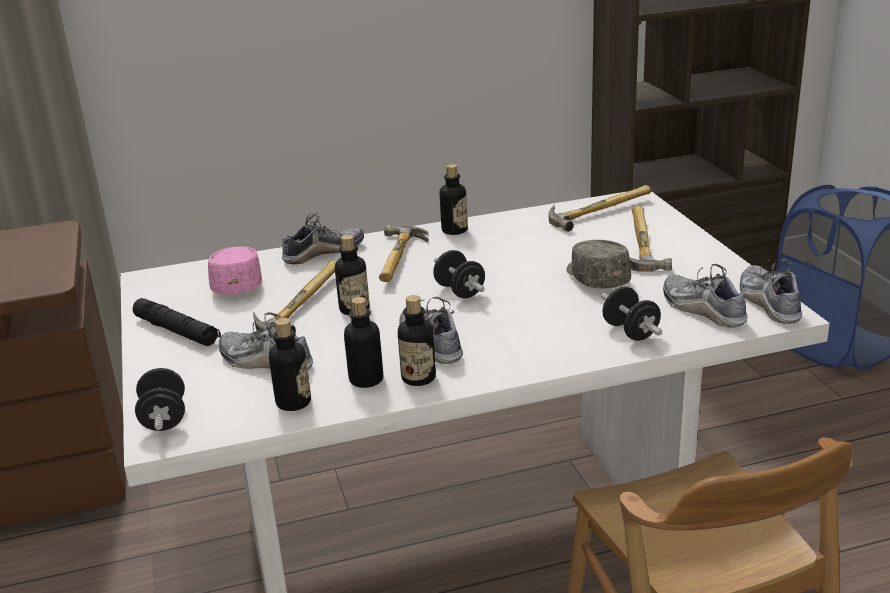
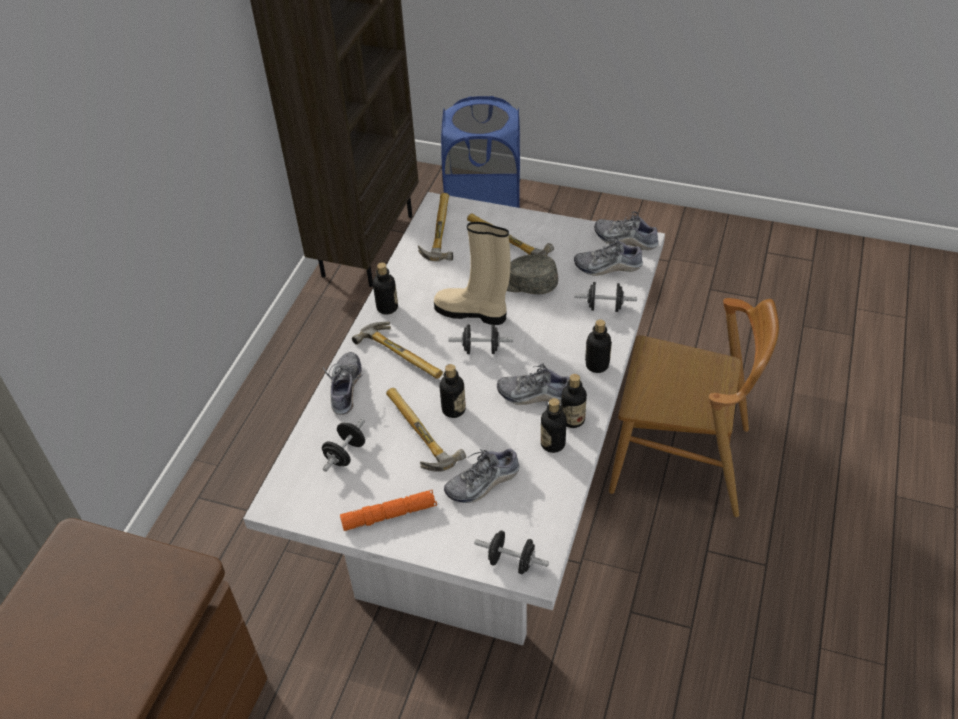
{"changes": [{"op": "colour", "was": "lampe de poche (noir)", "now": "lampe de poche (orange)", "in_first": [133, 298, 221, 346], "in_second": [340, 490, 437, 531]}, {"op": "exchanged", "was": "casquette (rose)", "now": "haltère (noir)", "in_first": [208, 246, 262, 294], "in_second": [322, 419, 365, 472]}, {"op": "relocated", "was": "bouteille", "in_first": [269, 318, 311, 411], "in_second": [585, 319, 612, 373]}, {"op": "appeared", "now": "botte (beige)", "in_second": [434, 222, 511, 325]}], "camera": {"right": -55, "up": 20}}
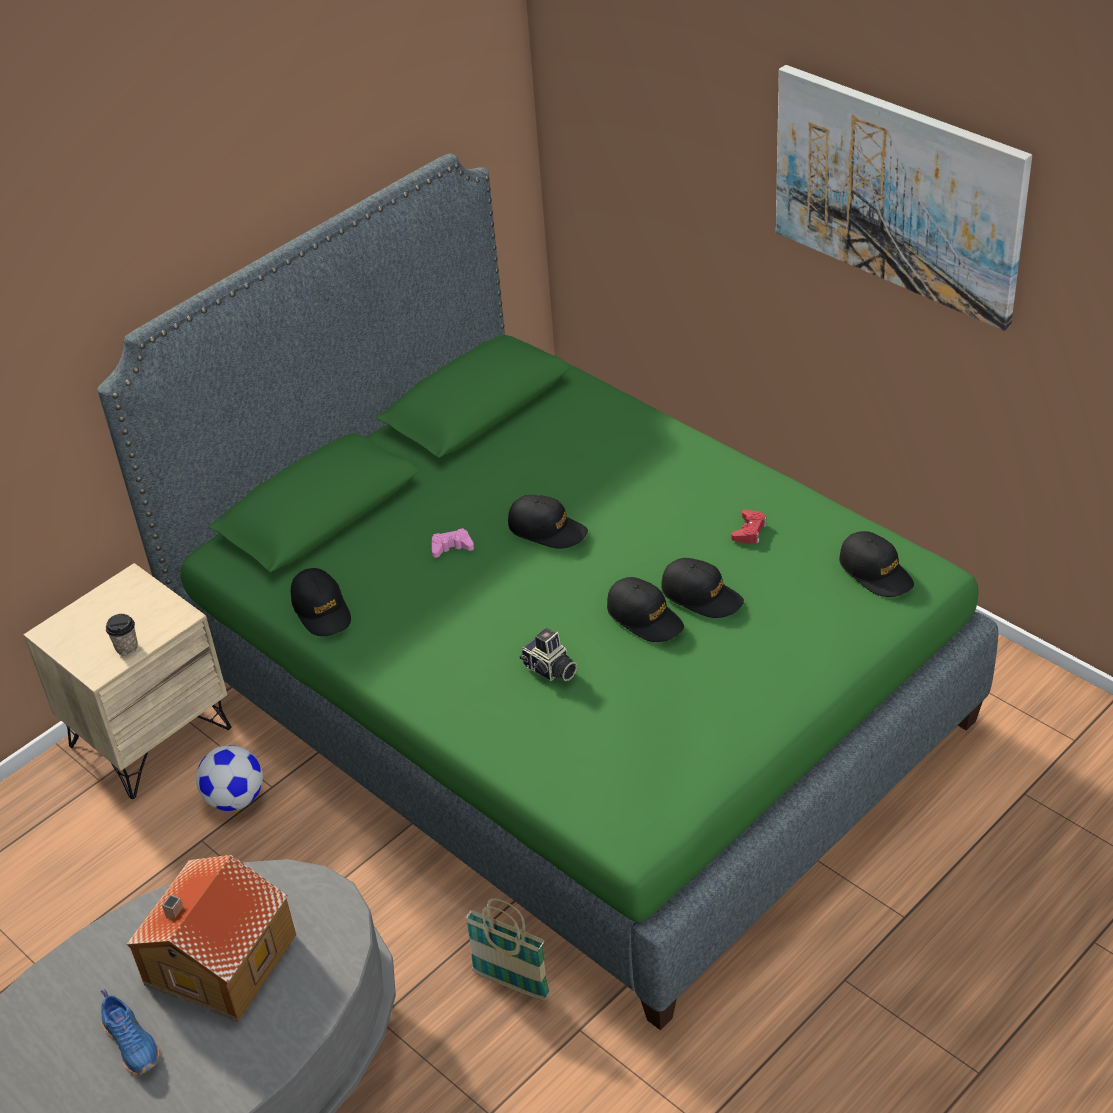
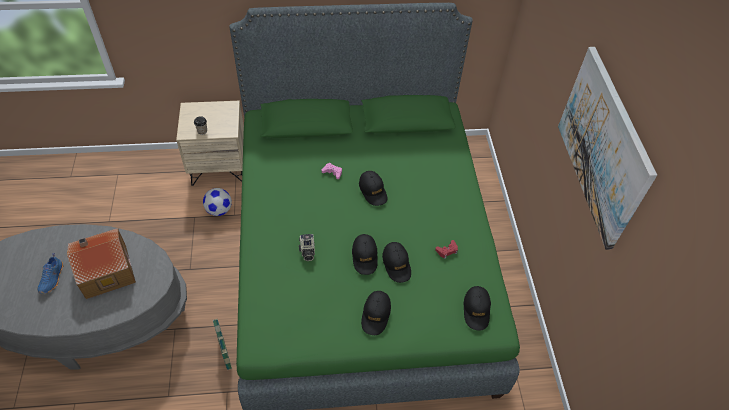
{"changes": [{"op": "relocated", "was": "casquette (noir)", "in_first": [291, 568, 351, 636], "in_second": [361, 291, 391, 335]}], "camera": {"right": 35, "up": 10}}
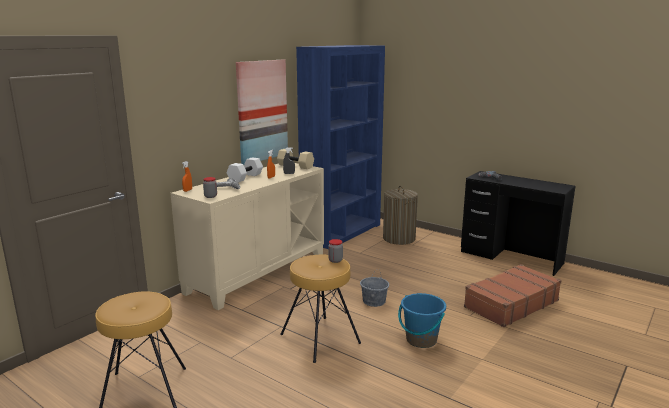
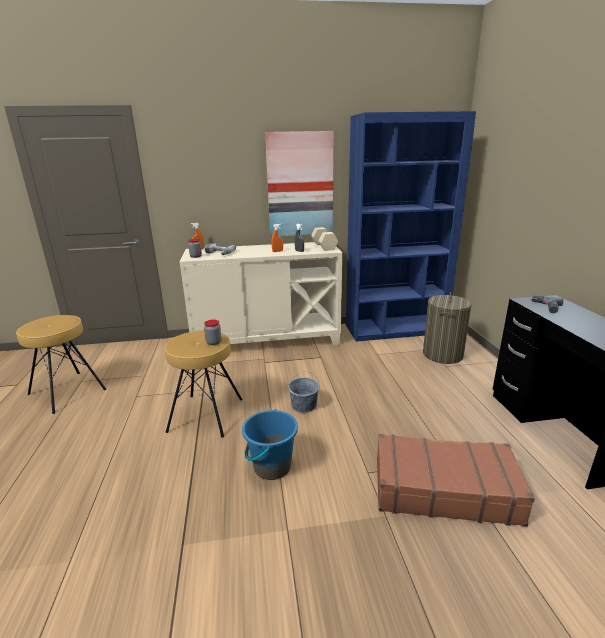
{"changes": [{"op": "missing", "was": "haltère (blanc)", "in_first": [227, 157, 263, 183]}], "camera": {"right": 45, "up": 5}}
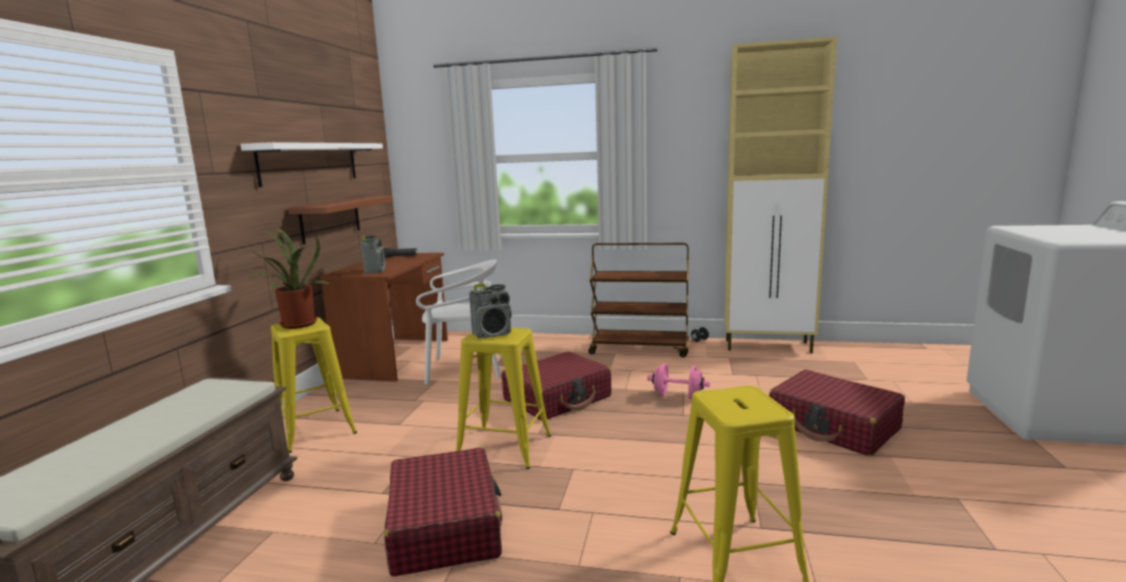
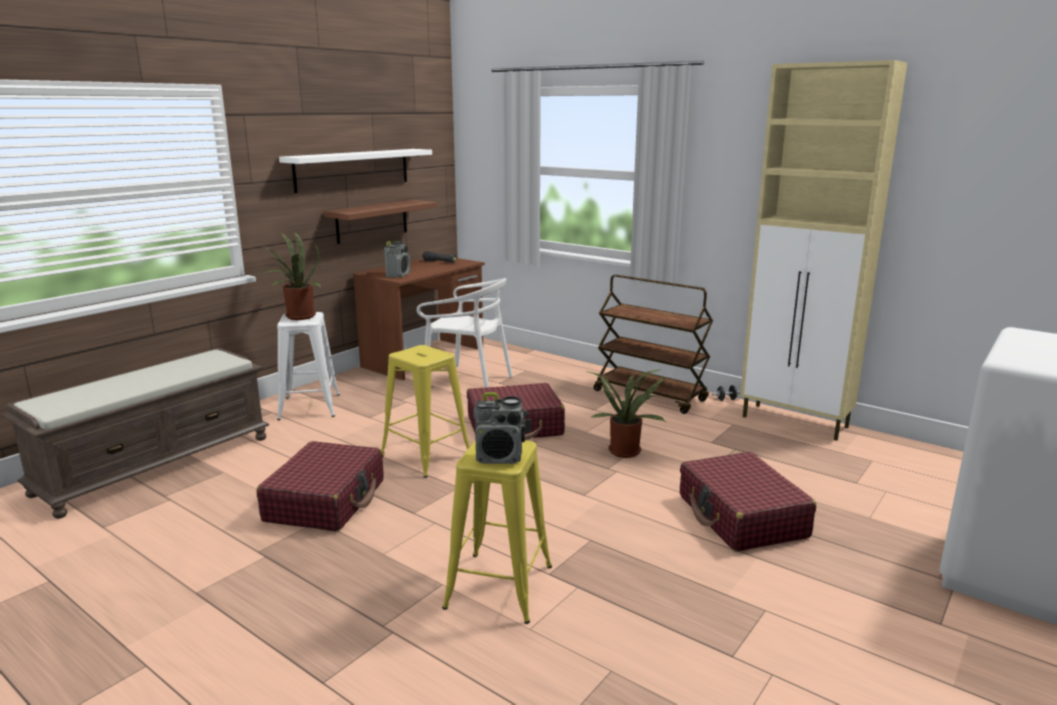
{"changes": [{"op": "colour", "was": "tabouret (jaune)", "now": "tabouret (blanc)", "in_first": [271, 317, 357, 453], "in_second": [277, 312, 340, 420]}, {"op": "relocated", "was": "radio", "in_first": [469, 283, 511, 338], "in_second": [473, 392, 525, 464]}, {"op": "exchanged", "was": "haltère (rose)", "now": "plante en pot", "in_first": [647, 363, 710, 399], "in_second": [585, 370, 667, 458]}], "camera": {"right": 25, "up": 5}}
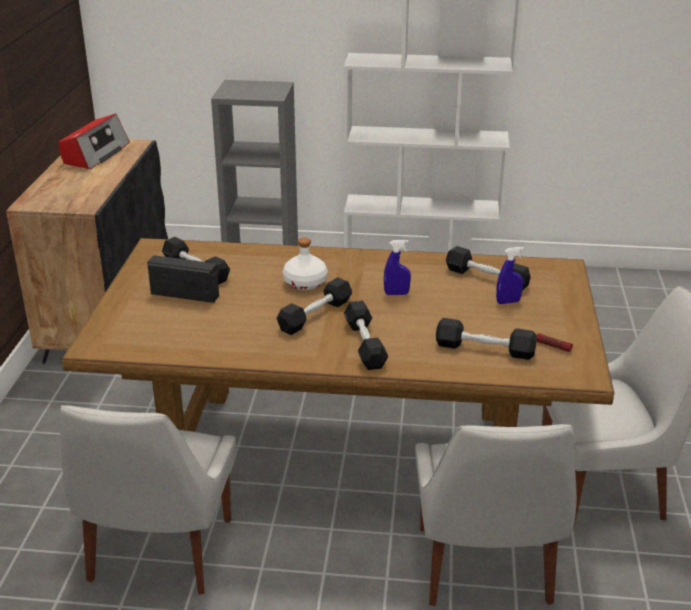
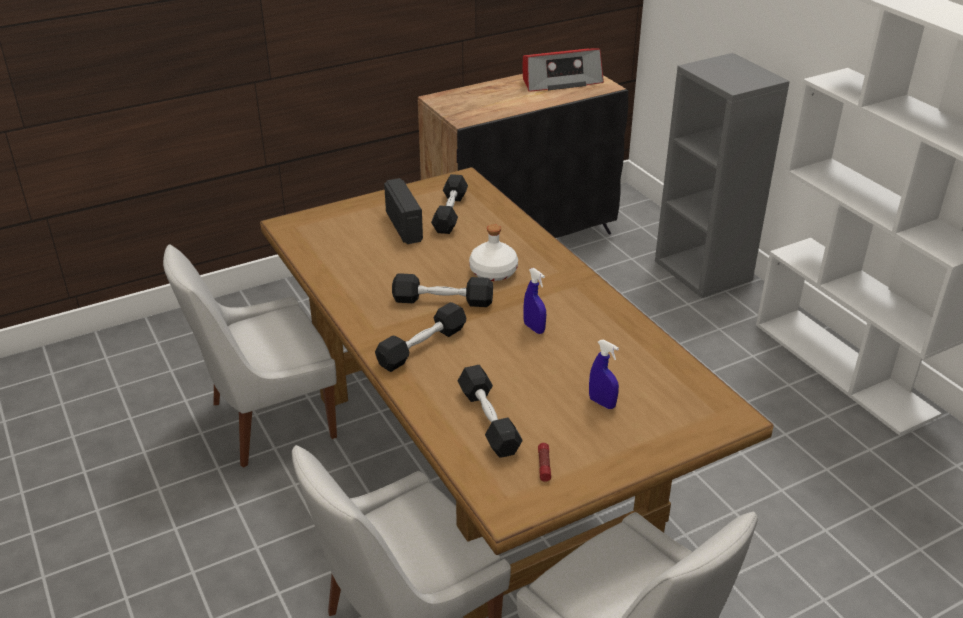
{"changes": [{"op": "missing", "was": "haltère (noir)", "in_first": [446, 246, 531, 291]}], "camera": {"right": 55, "up": 5}}
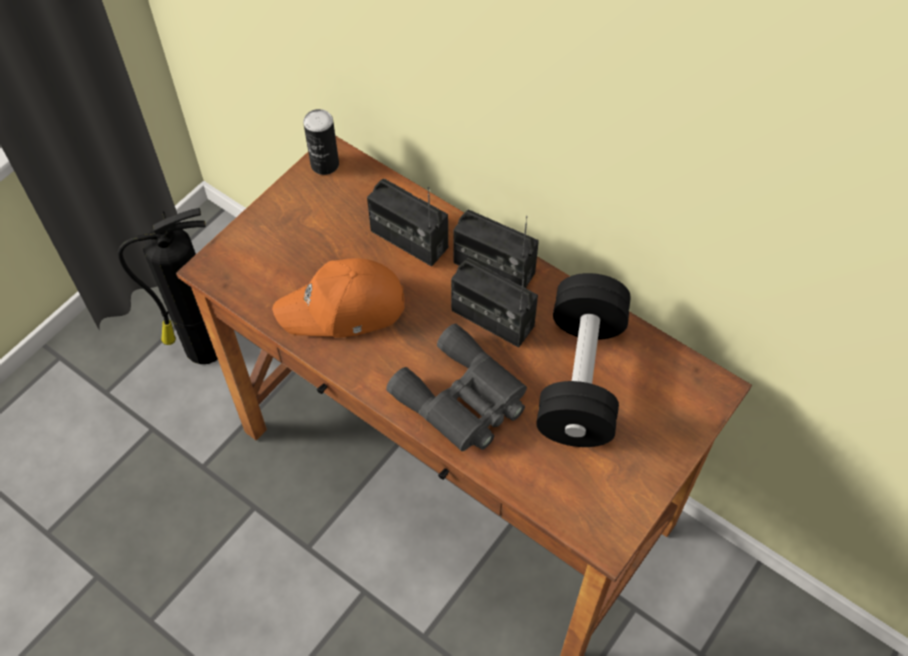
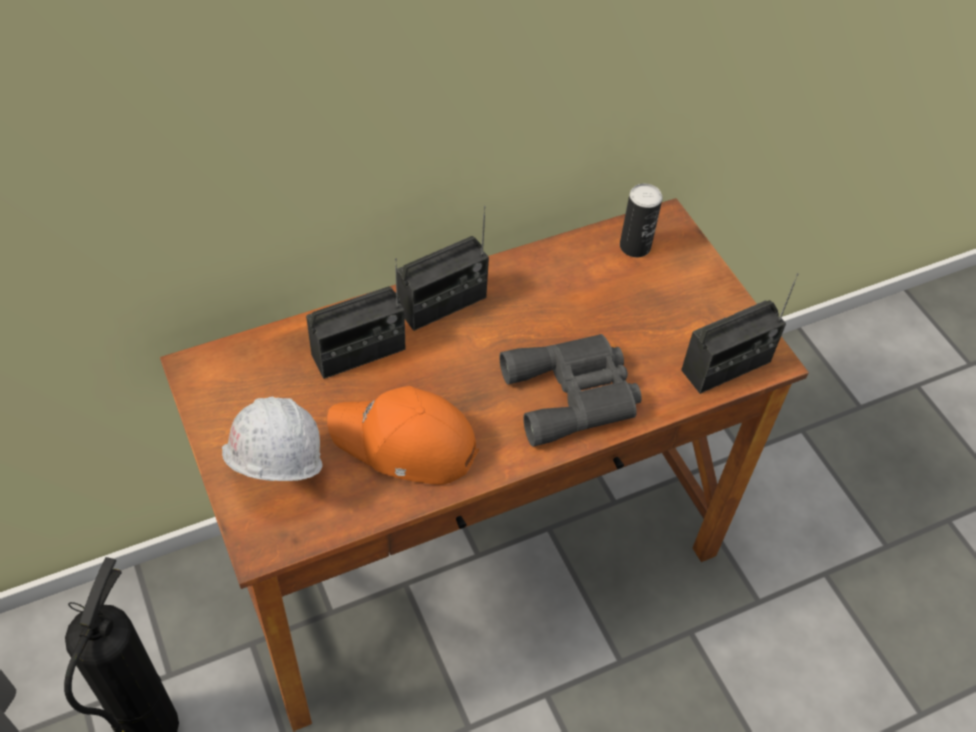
{"changes": [{"op": "spun", "was": "casquette (orange)", "in_first": [272, 258, 404, 338], "in_second": [327, 386, 479, 485], "clockwise": 90}, {"op": "relocated", "was": "boîte métallique", "in_first": [303, 109, 339, 175], "in_second": [620, 183, 663, 257]}, {"op": "relocated", "was": "radio", "in_first": [451, 258, 538, 348], "in_second": [681, 273, 798, 394]}, {"op": "missing", "was": "haltère (noir)", "in_first": [536, 273, 631, 447]}, {"op": "appeared", "now": "casque de chantier (blanc)", "in_second": [222, 397, 323, 481]}], "camera": {"right": -65, "up": -5}}
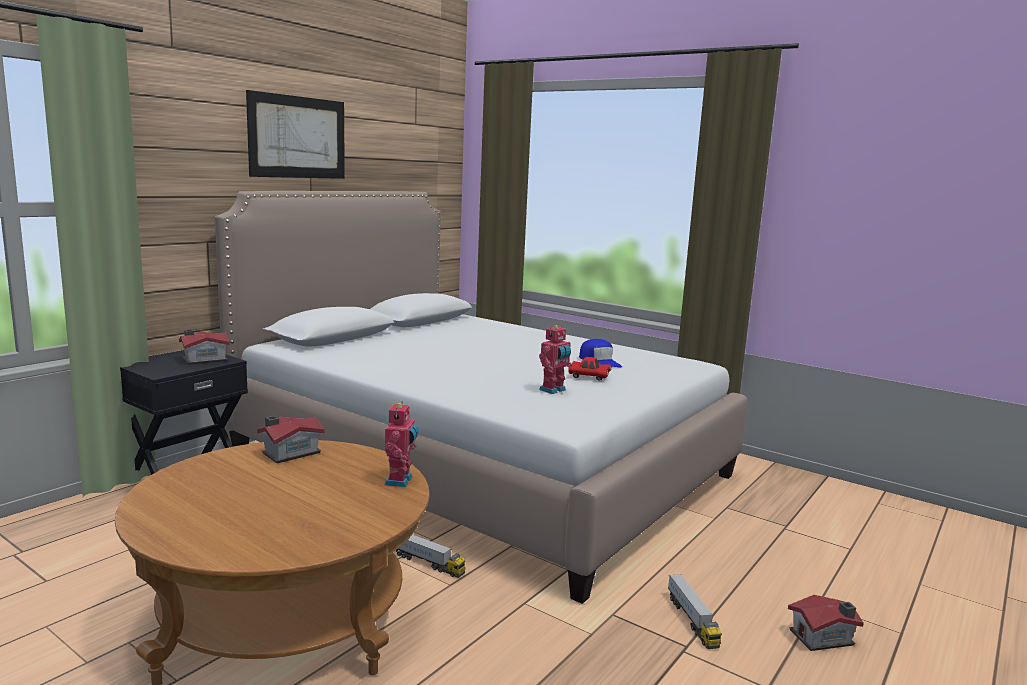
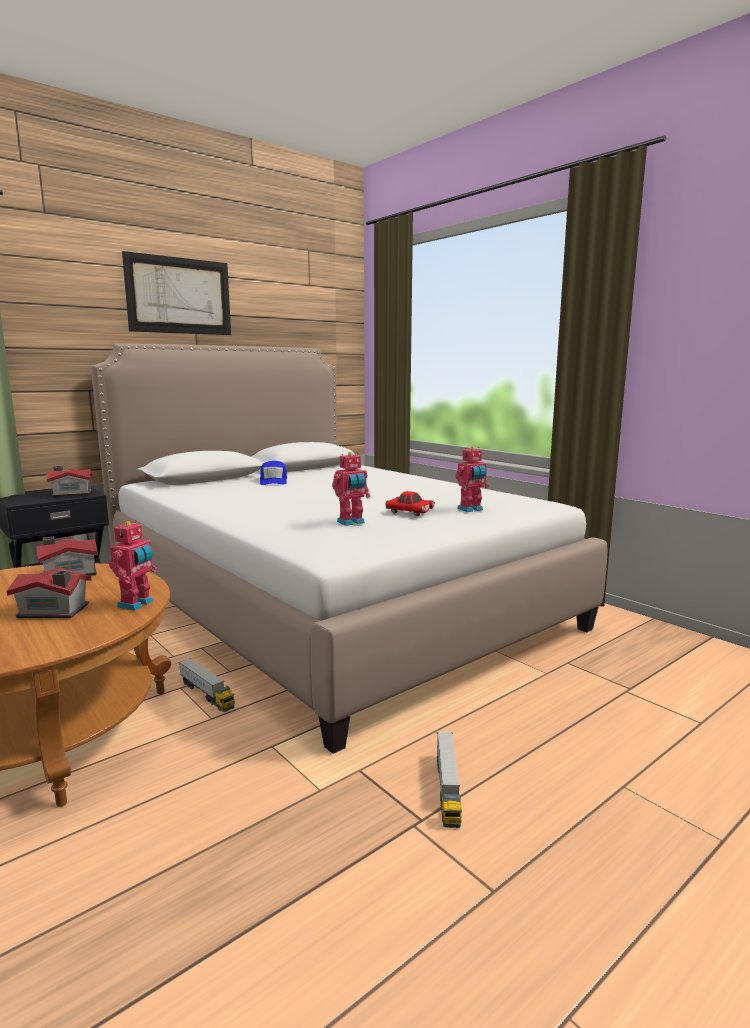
{"changes": [{"op": "relocated", "was": "casquette (bleu)", "in_first": [579, 339, 622, 367], "in_second": [260, 461, 287, 485]}, {"op": "relocated", "was": "maison miniature", "in_first": [788, 595, 864, 651], "in_second": [7, 567, 92, 618]}, {"op": "appeared", "now": "robot jouet", "in_second": [455, 446, 489, 512]}], "camera": {"right": 15, "up": 0}}
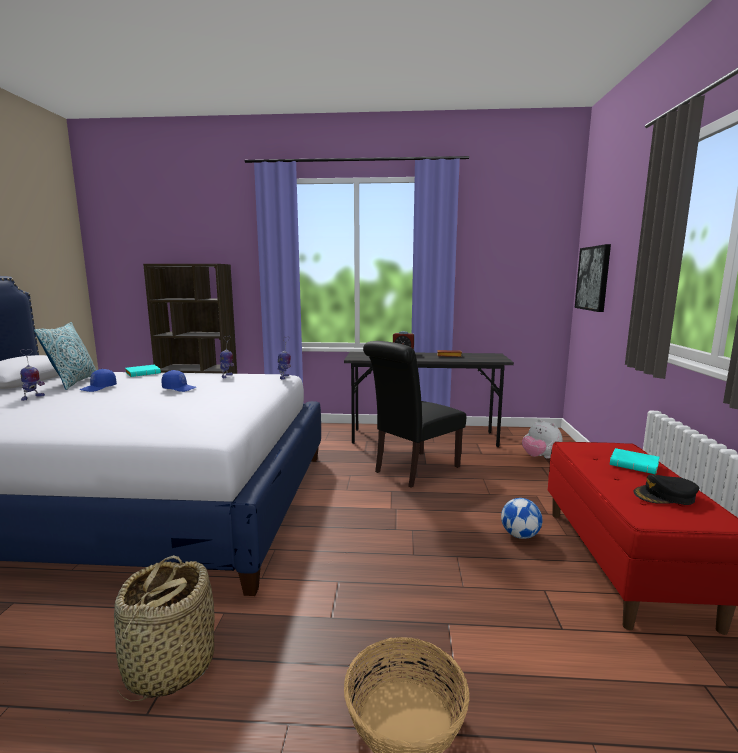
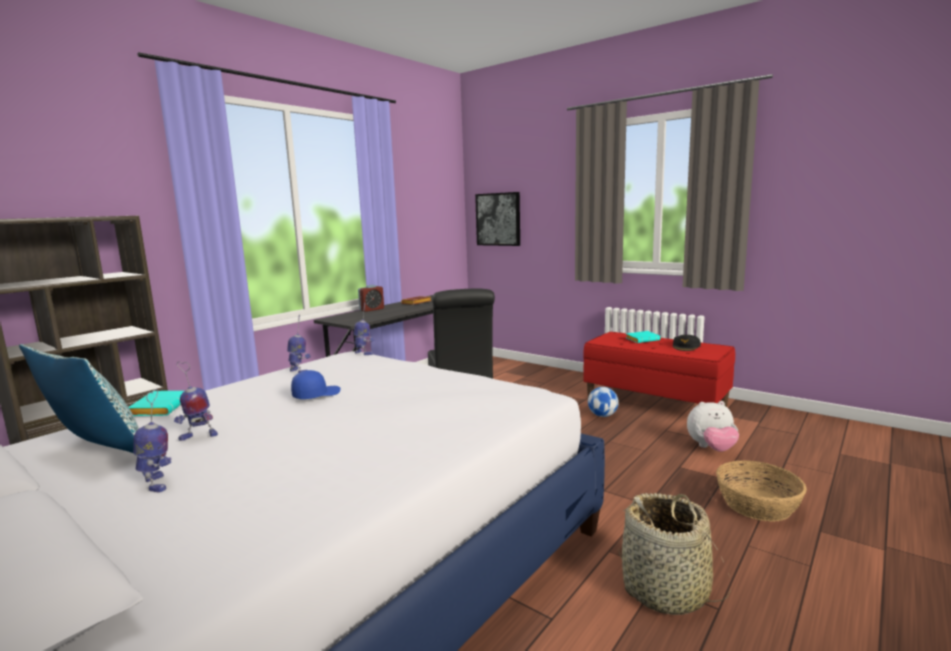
{"changes": [{"op": "exchanged", "was": "casquette (bleu)", "now": "robot jouet", "in_first": [79, 369, 117, 392], "in_second": [174, 361, 218, 441]}, {"op": "relocated", "was": "peluche", "in_first": [522, 419, 563, 458], "in_second": [687, 401, 739, 452]}], "camera": {"right": -55, "up": 0}}
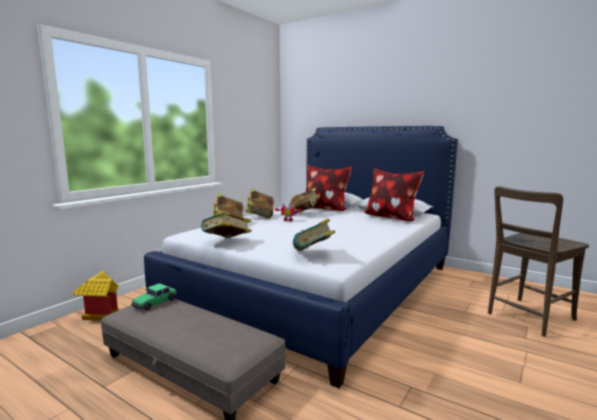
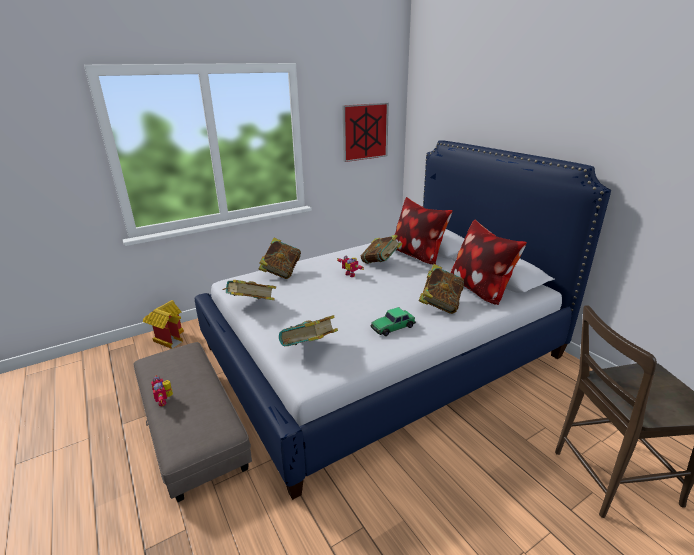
{"changes": [{"op": "relocated", "was": "petite voiture", "in_first": [131, 283, 177, 310], "in_second": [370, 307, 416, 336]}, {"op": "relocated", "was": "livre", "in_first": [246, 188, 274, 218], "in_second": [419, 264, 464, 314]}, {"op": "appeared", "now": "robot jouet", "in_second": [151, 376, 173, 406]}, {"op": "appeared", "now": "tableau", "in_second": [343, 103, 389, 162]}], "camera": {"right": 25, "up": 15}}
